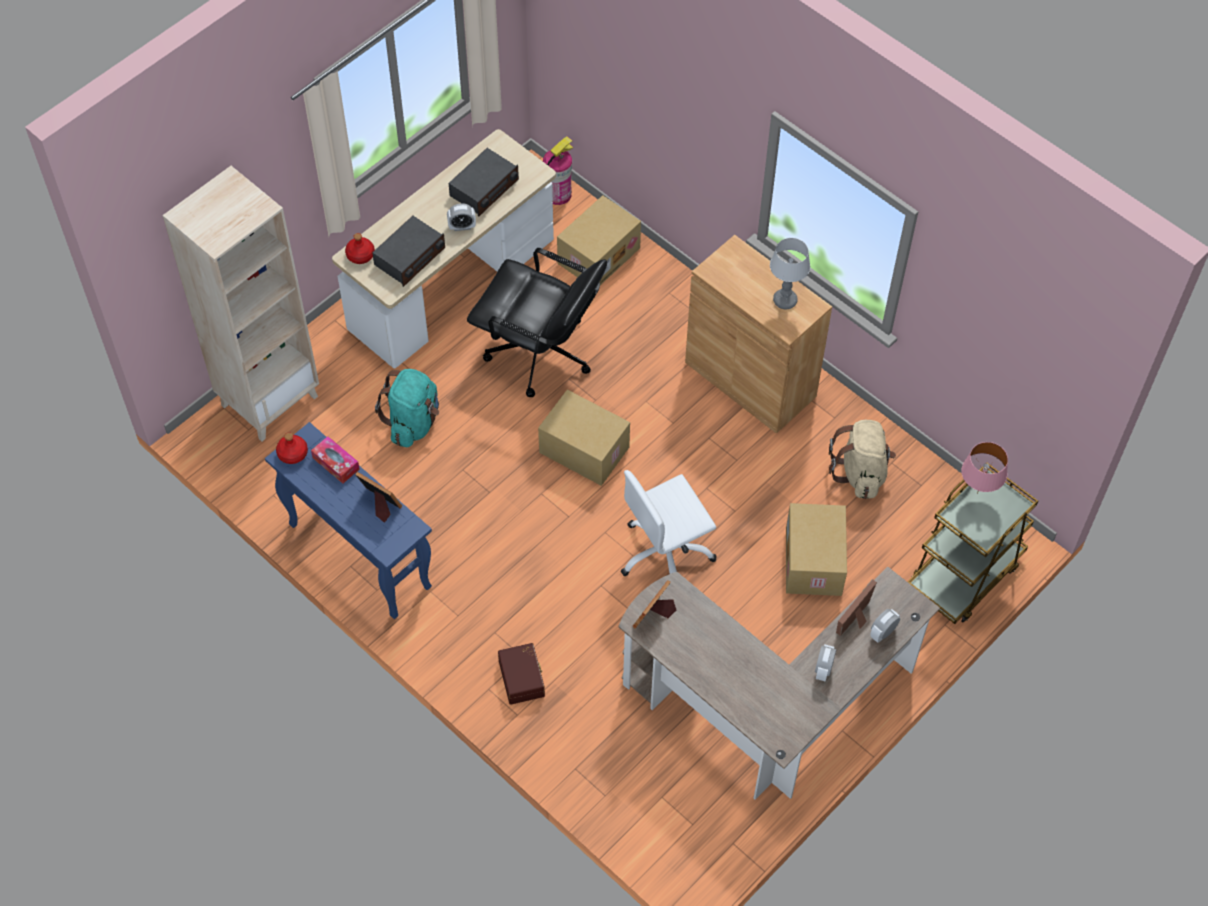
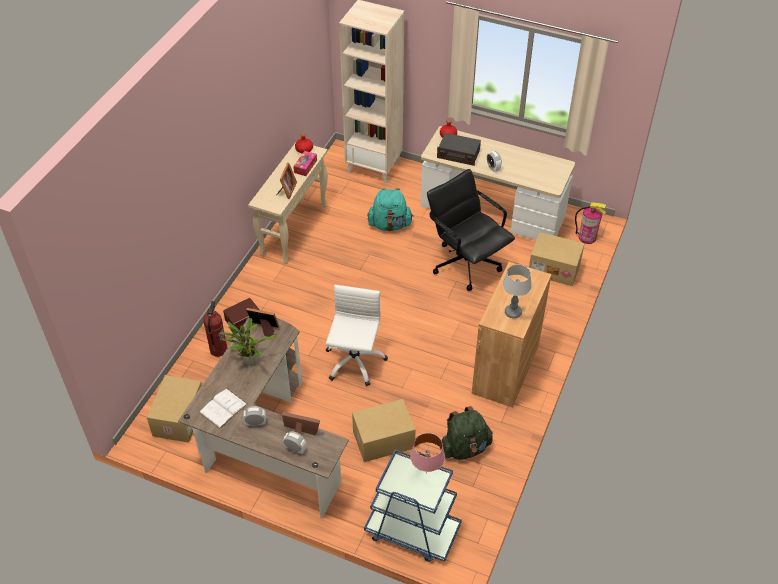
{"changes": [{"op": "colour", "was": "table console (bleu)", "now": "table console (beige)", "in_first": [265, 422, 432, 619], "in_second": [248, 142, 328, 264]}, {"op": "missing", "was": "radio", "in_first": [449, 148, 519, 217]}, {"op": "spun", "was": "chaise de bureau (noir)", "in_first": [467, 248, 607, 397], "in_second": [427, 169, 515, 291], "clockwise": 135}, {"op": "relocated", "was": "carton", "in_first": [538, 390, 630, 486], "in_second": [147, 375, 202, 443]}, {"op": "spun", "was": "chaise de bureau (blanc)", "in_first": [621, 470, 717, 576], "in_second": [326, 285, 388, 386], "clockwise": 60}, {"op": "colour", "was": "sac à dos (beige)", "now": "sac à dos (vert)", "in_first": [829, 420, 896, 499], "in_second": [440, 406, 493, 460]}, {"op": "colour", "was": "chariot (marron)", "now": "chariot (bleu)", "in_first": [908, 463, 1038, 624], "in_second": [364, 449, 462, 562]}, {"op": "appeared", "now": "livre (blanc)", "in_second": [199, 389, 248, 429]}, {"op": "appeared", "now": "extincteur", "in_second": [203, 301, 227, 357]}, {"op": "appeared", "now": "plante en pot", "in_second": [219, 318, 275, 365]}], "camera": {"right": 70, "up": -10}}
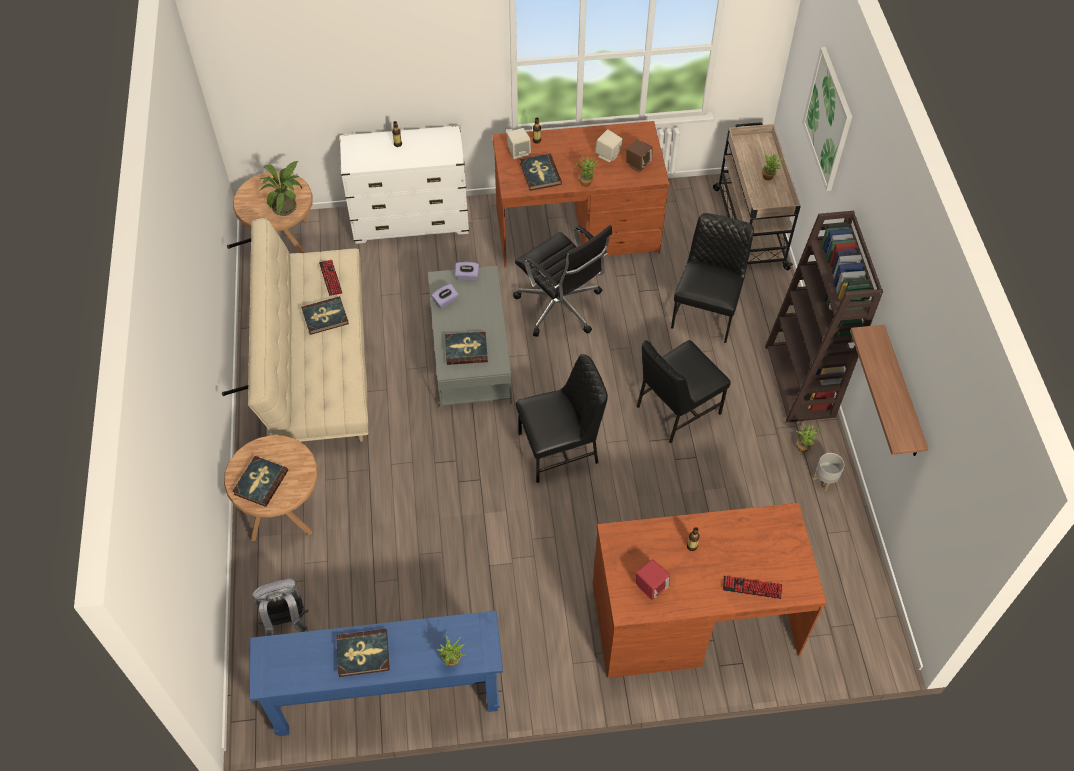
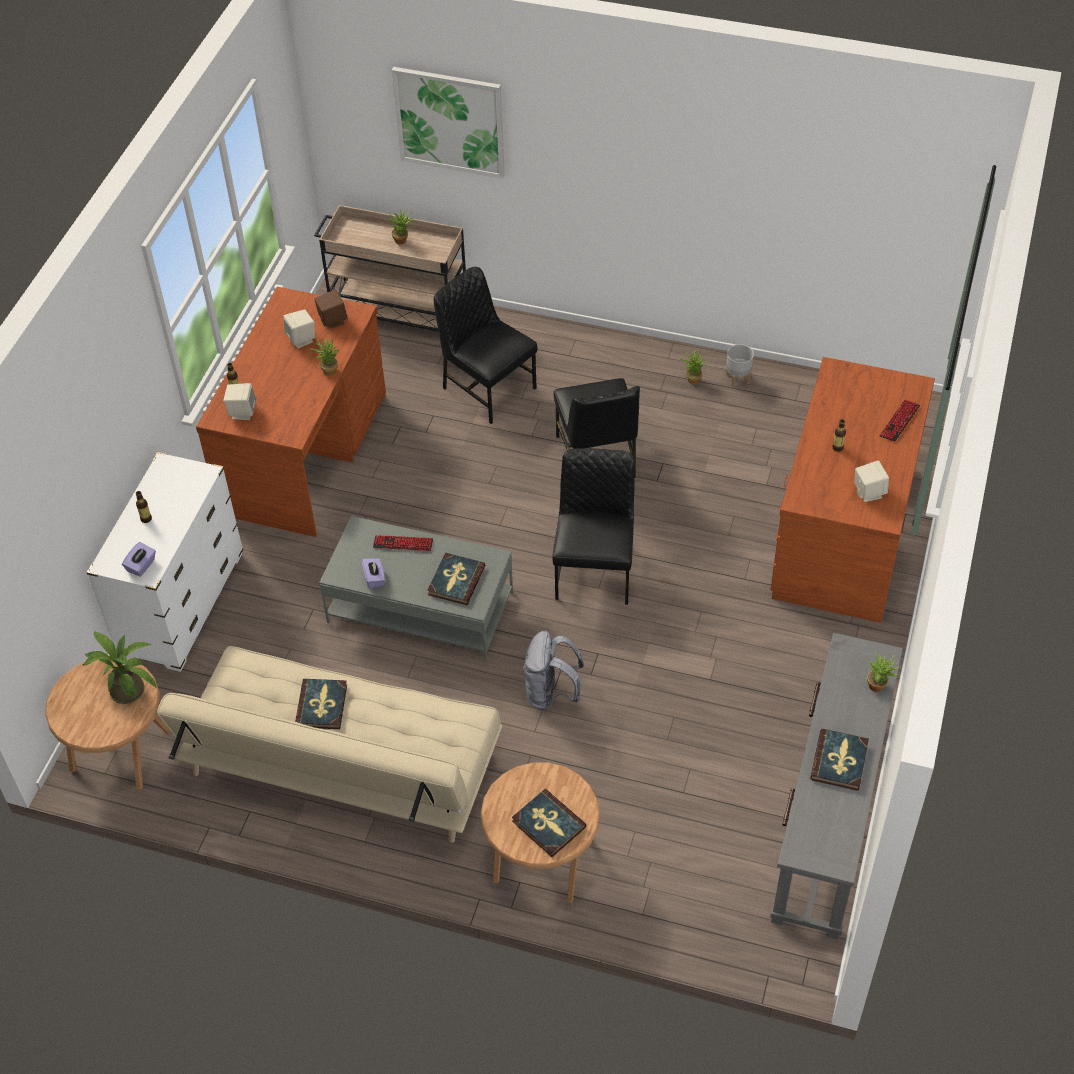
{"changes": [{"op": "colour", "was": "table console (bleu)", "now": "table console (gris)", "in_first": [249, 611, 503, 736], "in_second": [770, 633, 903, 939]}, {"op": "relocated", "was": "sac à dos (gris)", "in_first": [252, 578, 309, 636], "in_second": [523, 631, 584, 710]}, {"op": "relocated", "was": "clavier", "in_first": [319, 260, 342, 296], "in_second": [373, 535, 433, 551]}, {"op": "relocated", "was": "boîte à mouchoirs (violet)", "in_first": [455, 262, 479, 281], "in_second": [122, 542, 156, 577]}, {"op": "missing", "was": "chaise de bureau (noir)", "in_first": [513, 225, 612, 337]}, {"op": "missing", "was": "livre", "in_first": [520, 154, 562, 191]}, {"op": "colour", "was": "enceinte (rouge)", "now": "enceinte (beige)", "in_first": [636, 559, 670, 600], "in_second": [854, 460, 889, 502]}, {"op": "missing", "was": "bibliothèque (marron)", "in_first": [765, 211, 883, 423]}, {"op": "missing", "was": "étagère", "in_first": [850, 325, 929, 456]}], "camera": {"right": -65, "up": -5}}
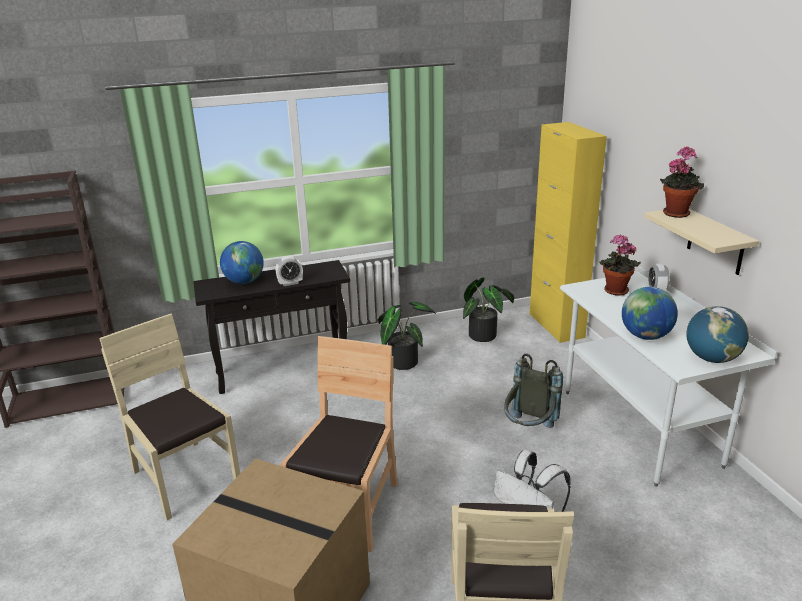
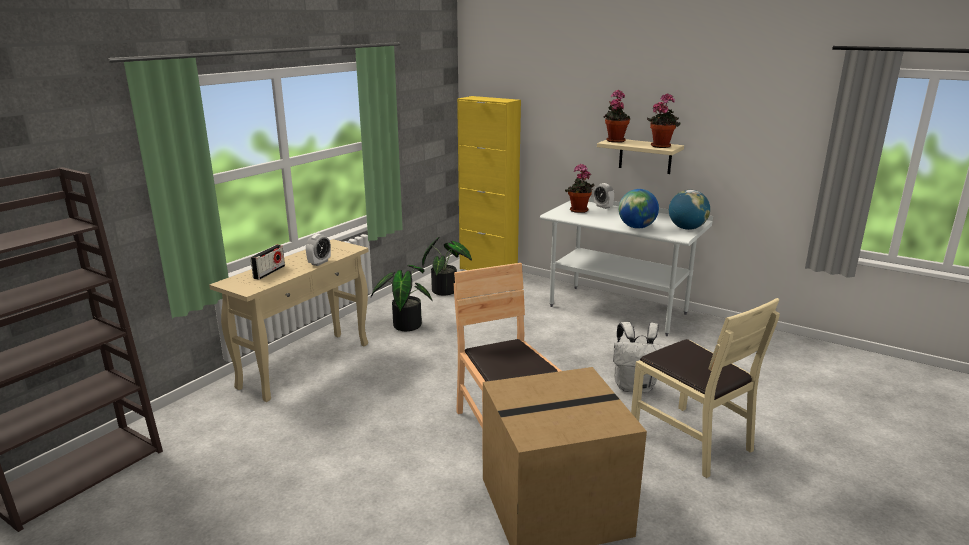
{"changes": [{"op": "missing", "was": "chaise (beige)", "in_first": [99, 313, 240, 520]}, {"op": "colour", "was": "table console (noir)", "now": "table console (beige)", "in_first": [193, 260, 350, 394], "in_second": [209, 239, 369, 402]}, {"op": "exchanged", "was": "globe", "now": "radio", "in_first": [220, 241, 264, 284], "in_second": [251, 245, 285, 280]}, {"op": "missing", "was": "sac à dos (gris)", "in_first": [504, 354, 563, 428]}, {"op": "appeared", "now": "plante en pot", "in_second": [647, 93, 681, 148]}], "camera": {"right": -40, "up": -5}}
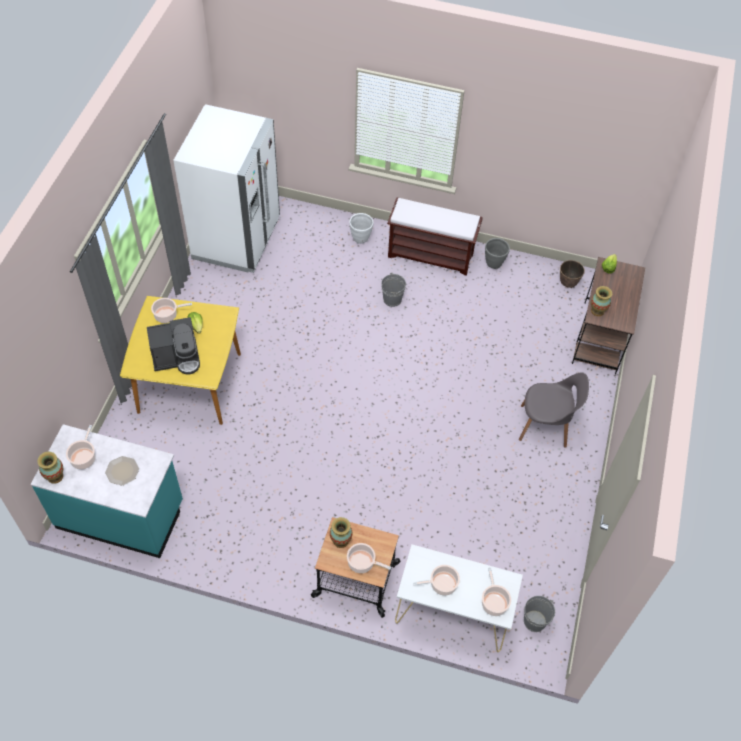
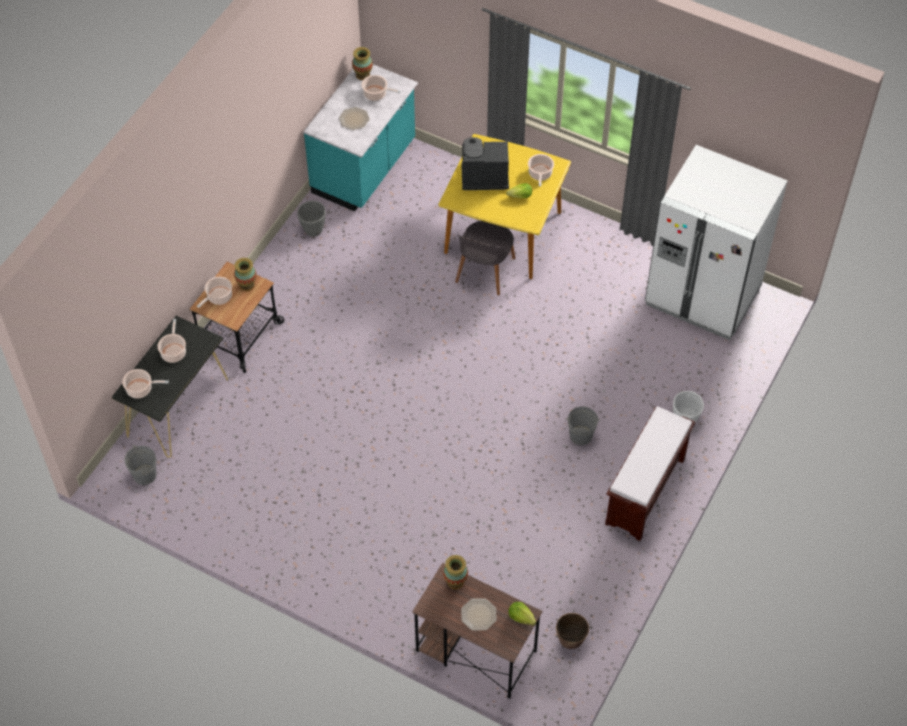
{"changes": [{"op": "spun", "was": "machine à café", "in_first": [147, 317, 200, 374], "in_second": [461, 137, 509, 190], "clockwise": 90}, {"op": "colour", "was": "table console (blanc)", "now": "table console (noir)", "in_first": [395, 544, 523, 652], "in_second": [112, 316, 228, 458]}, {"op": "relocated", "was": "cache-pot (gris)", "in_first": [485, 238, 510, 269], "in_second": [297, 201, 326, 237]}, {"op": "relocated", "was": "chaise (gris)", "in_first": [519, 373, 589, 448], "in_second": [455, 221, 515, 296]}, {"op": "appeared", "now": "assiette", "in_second": [461, 599, 496, 631]}], "camera": {"right": 105, "up": 0}}
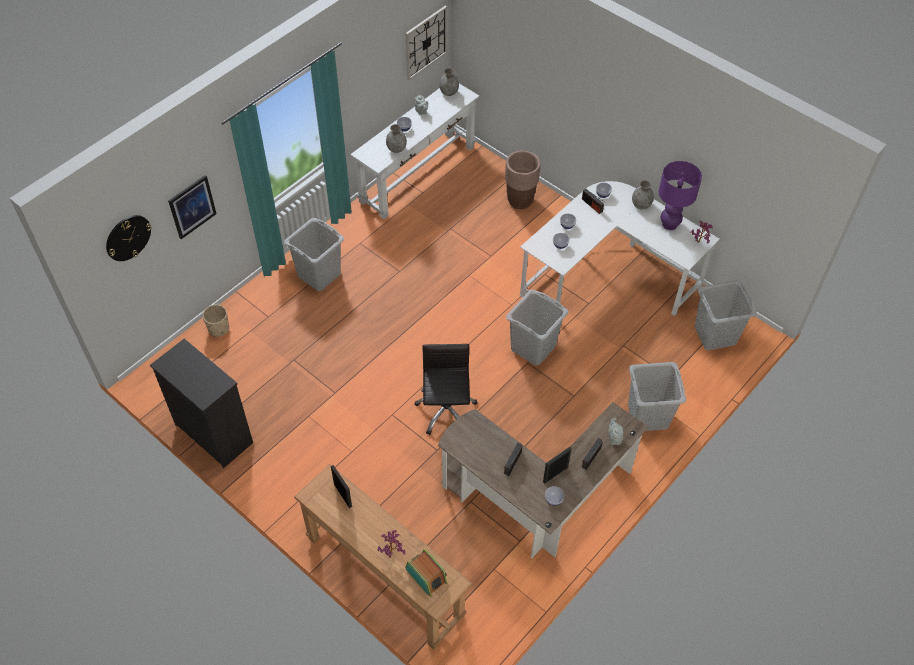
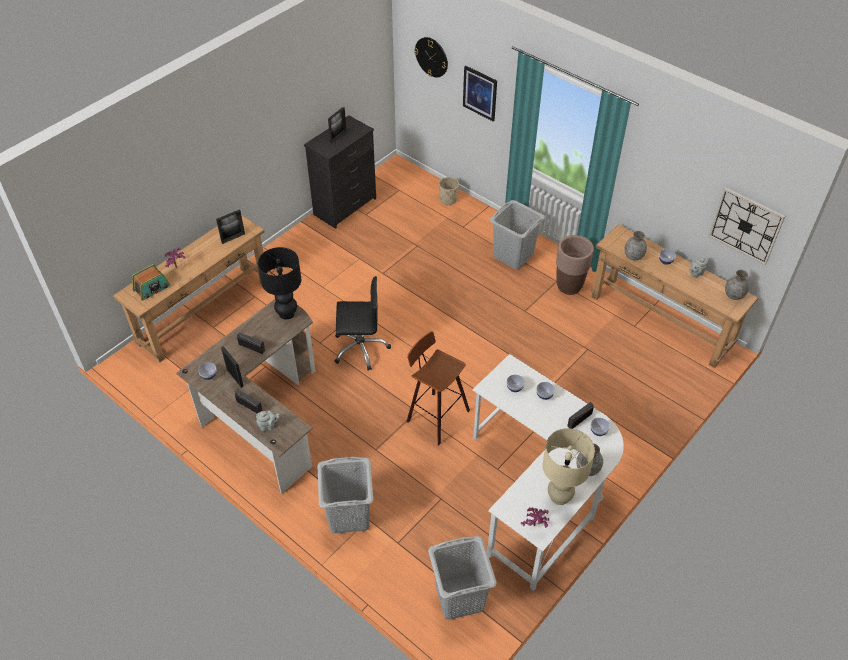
{"changes": [{"op": "colour", "was": "table console (blanc)", "now": "table console (marron)", "in_first": [350, 84, 480, 219], "in_second": [591, 224, 758, 368]}, {"op": "relocated", "was": "cache-pot (marron)", "in_first": [505, 150, 541, 209], "in_second": [556, 235, 594, 295]}, {"op": "exchanged", "was": "panier à linge (gris)", "now": "tabouret", "in_first": [506, 290, 569, 365], "in_second": [406, 331, 470, 445]}, {"op": "colour", "was": "lampe de table (violet)", "now": "lampe de table (beige)", "in_first": [659, 161, 702, 230], "in_second": [543, 428, 595, 505]}, {"op": "appeared", "now": "lampe de table (noir)", "in_second": [258, 247, 301, 319]}, {"op": "appeared", "now": "cadre photo", "in_second": [328, 107, 347, 144]}], "camera": {"right": 90, "up": -5}}
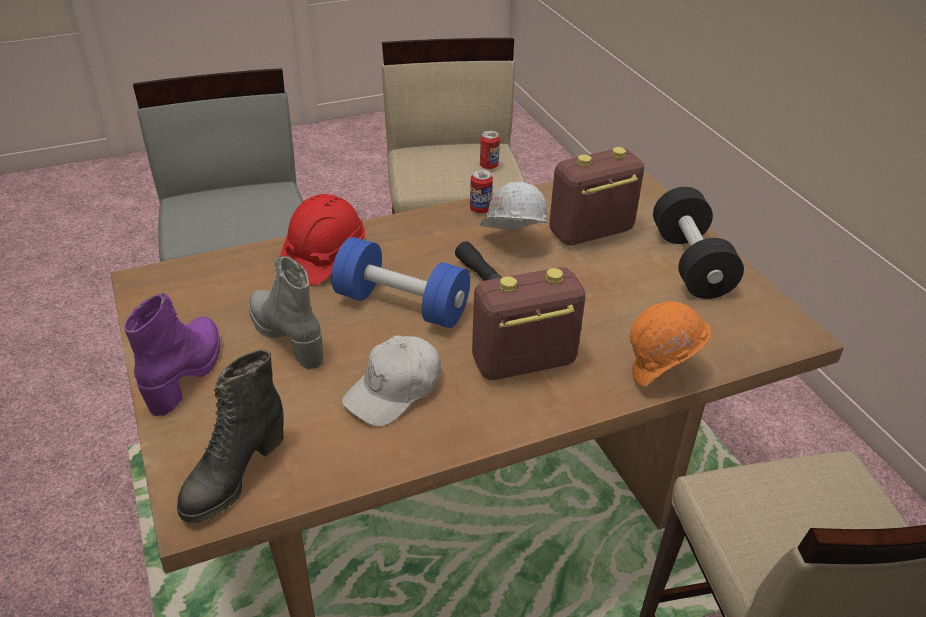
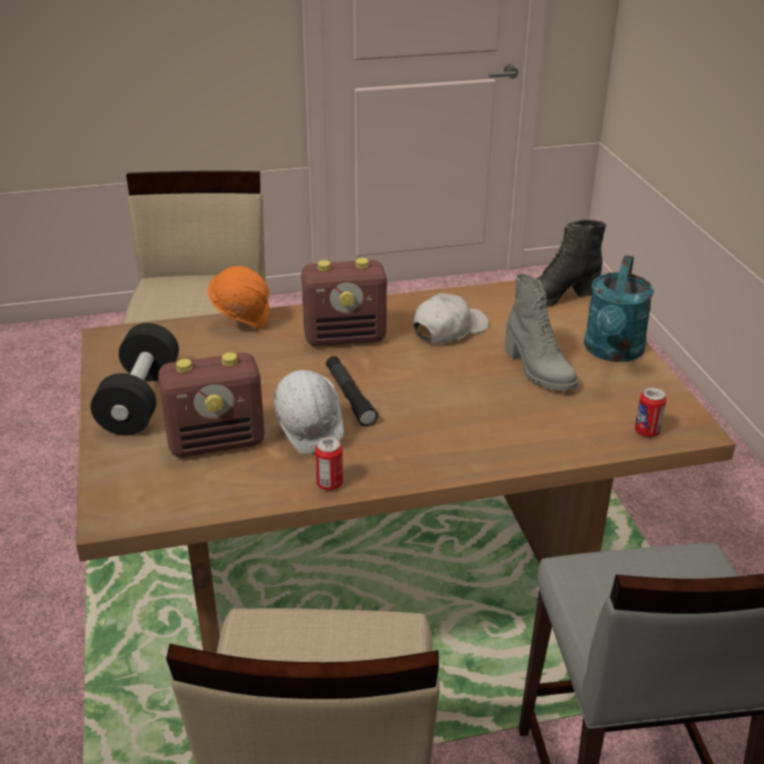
{"changes": [{"op": "exchanged", "was": "botte (violet)", "now": "arrosoir (turquoise)", "in_first": [124, 293, 220, 416], "in_second": [584, 255, 654, 362]}, {"op": "spun", "was": "botte (noir)", "in_first": [177, 349, 284, 523], "in_second": [515, 220, 606, 307], "clockwise": -150}, {"op": "missing", "was": "casque de chantier (rouge)", "in_first": [280, 194, 365, 285]}, {"op": "missing", "was": "haltère (bleu)", "in_first": [331, 237, 470, 328]}, {"op": "relocated", "was": "boîte métallique", "in_first": [480, 131, 500, 169], "in_second": [635, 387, 667, 437]}], "camera": {"right": -170, "up": -5}}
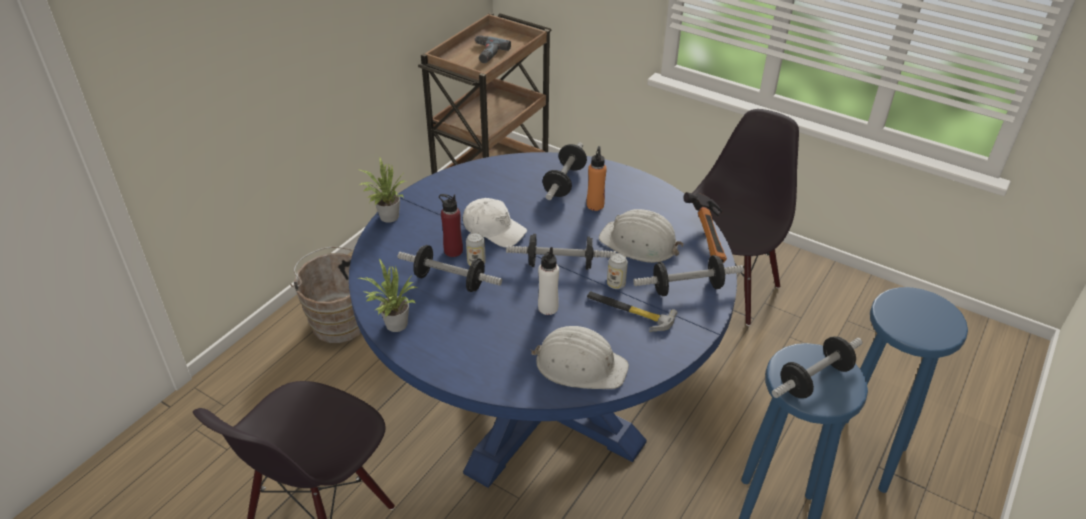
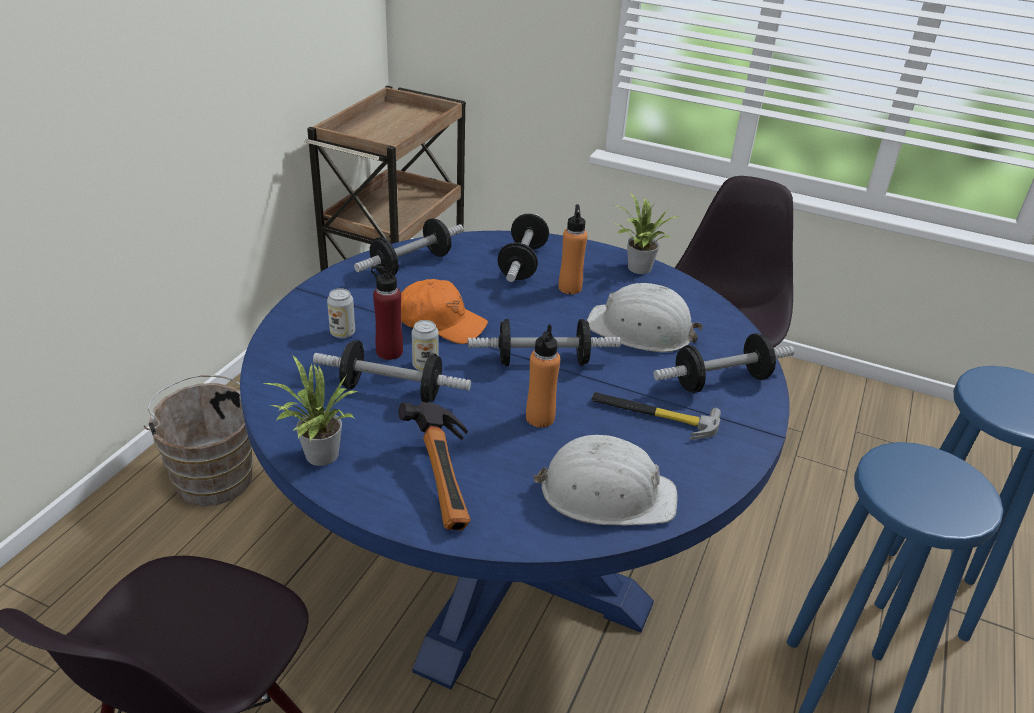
{"changes": [{"op": "relocated", "was": "plante en pot", "in_first": [357, 158, 405, 223], "in_second": [613, 193, 679, 274]}, {"op": "colour", "was": "casquette (blanc)", "now": "casquette (orange)", "in_first": [463, 198, 527, 248], "in_second": [401, 279, 488, 344]}, {"op": "missing", "was": "perceuse", "in_first": [474, 35, 511, 63]}, {"op": "colour", "was": "bouteille (blanc)", "now": "bouteille (orange)", "in_first": [538, 247, 559, 315], "in_second": [526, 325, 560, 428]}, {"op": "relocated", "was": "boîte métallique", "in_first": [607, 253, 628, 289], "in_second": [327, 288, 355, 338]}, {"op": "relocated", "was": "marteau", "in_first": [683, 192, 727, 263], "in_second": [398, 402, 471, 530]}, {"op": "relocated", "was": "haltère", "in_first": [772, 336, 863, 398], "in_second": [354, 218, 464, 275]}], "camera": {"right": -10, "up": -5}}
